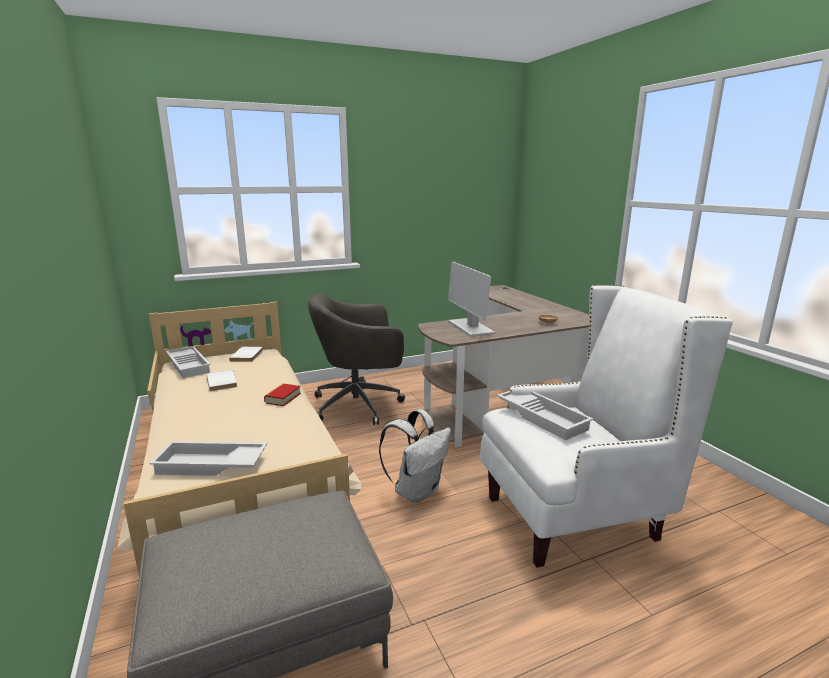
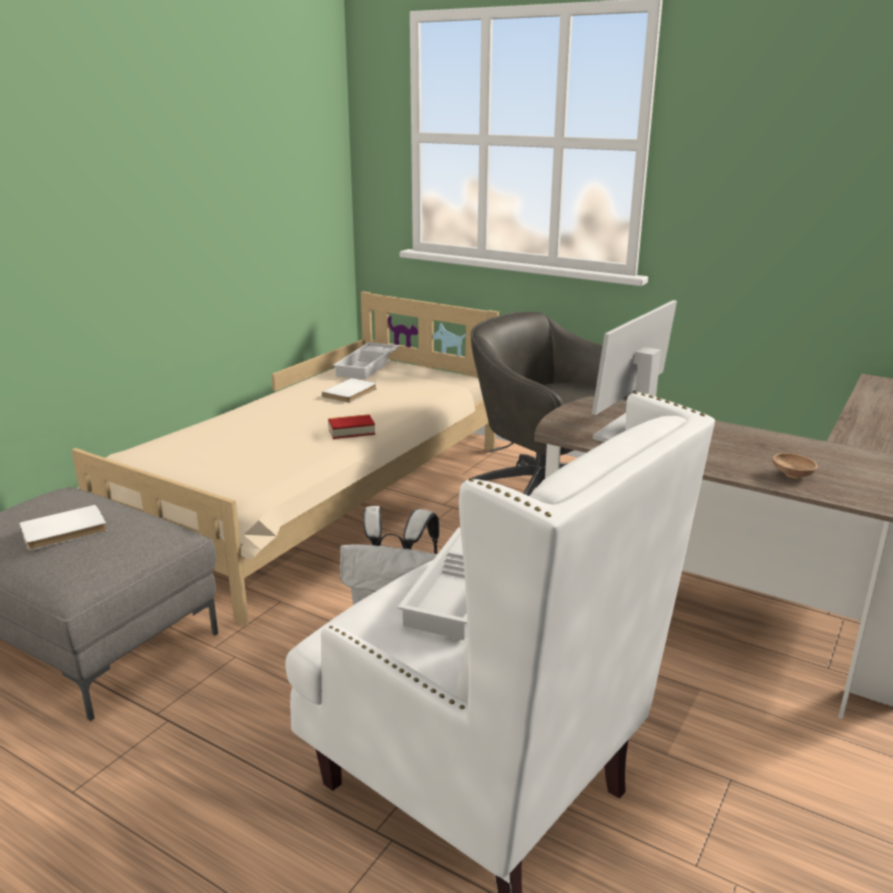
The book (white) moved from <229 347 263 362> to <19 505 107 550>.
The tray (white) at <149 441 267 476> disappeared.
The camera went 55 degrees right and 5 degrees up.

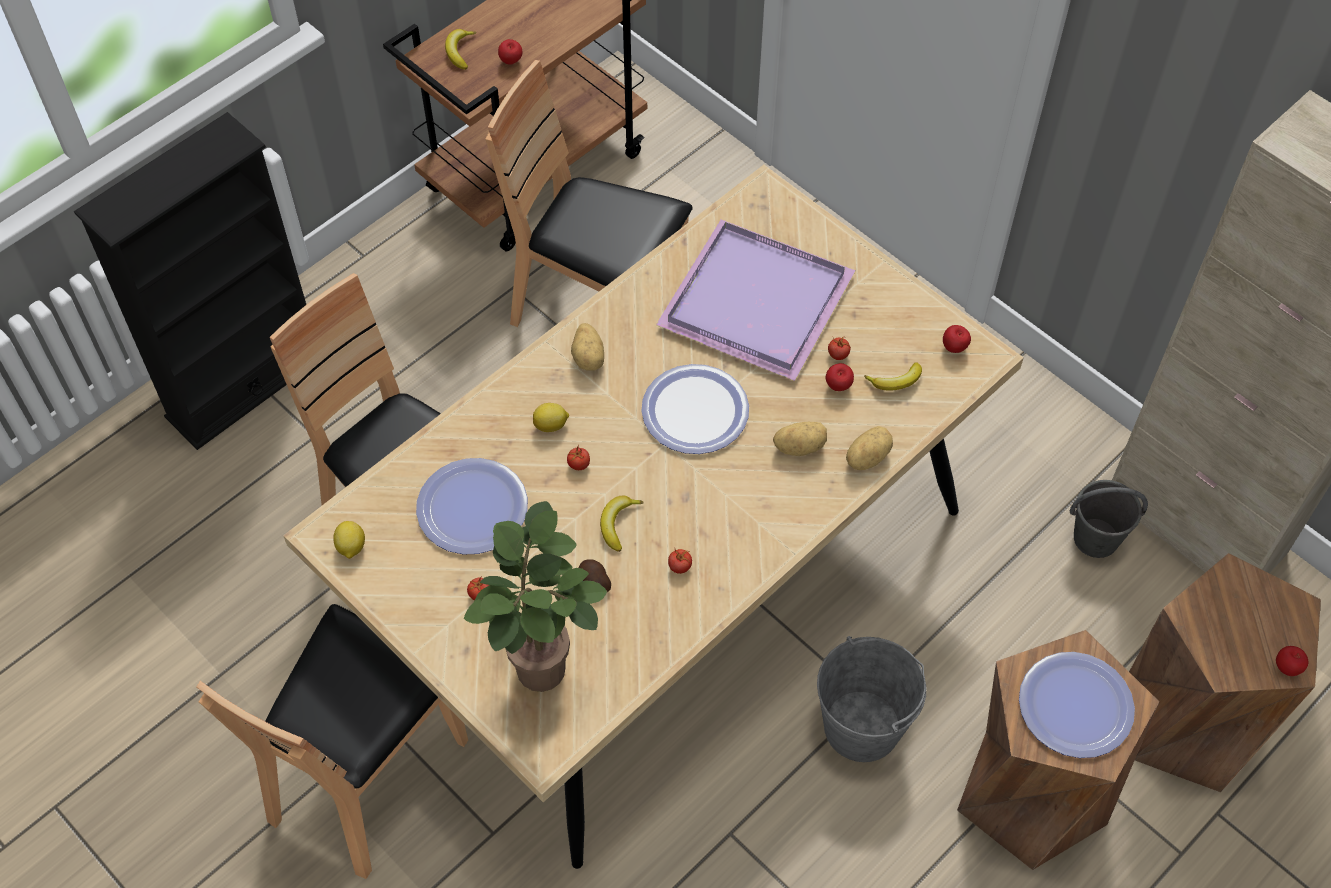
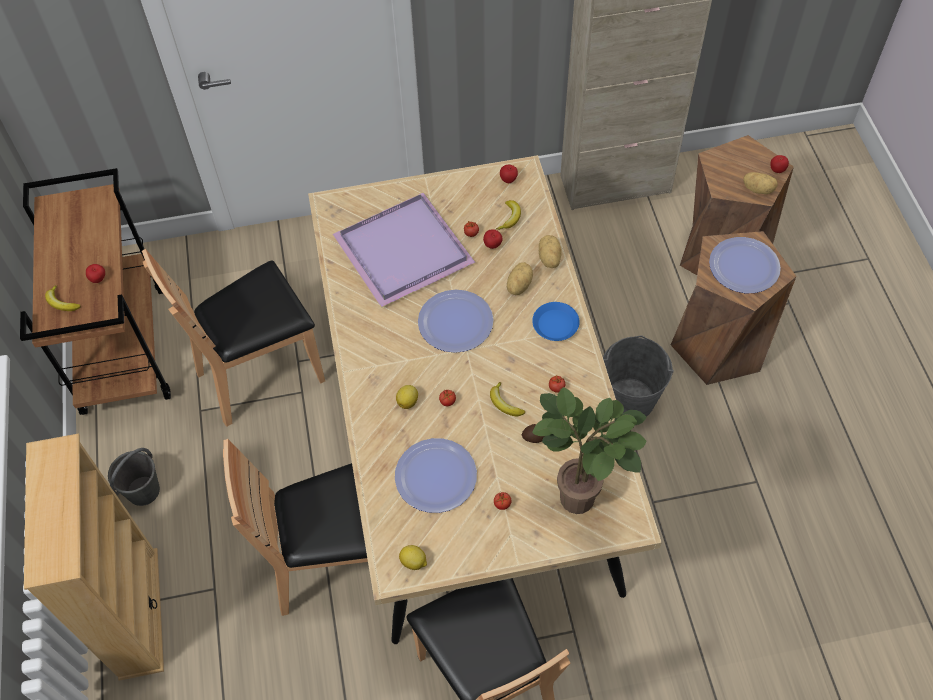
The bookcase (black) at <74 112 306 450> became the bookcase (beige) at <24 433 164 681>.
The potato moved from <571 323 604 371> to <743 172 778 194>.
The bucket (grey) moved from <1070 480 1148 558> to <108 448 160 506>.
The plate (blue) at <532 302 580 341> appeared.
The camera went 55 degrees left and 0 degrees up.

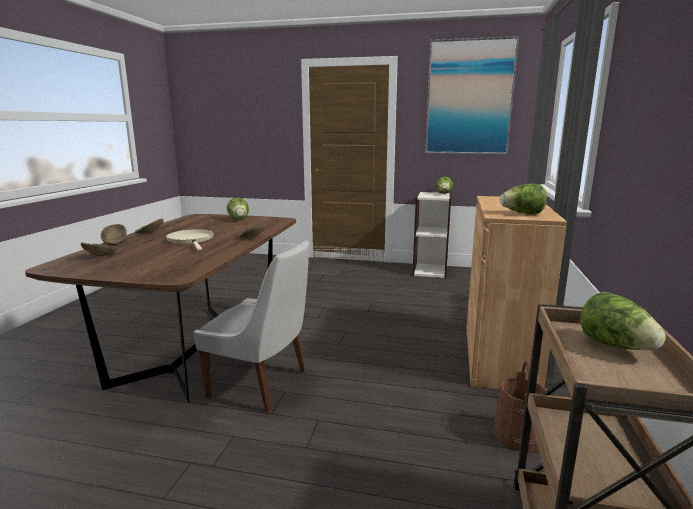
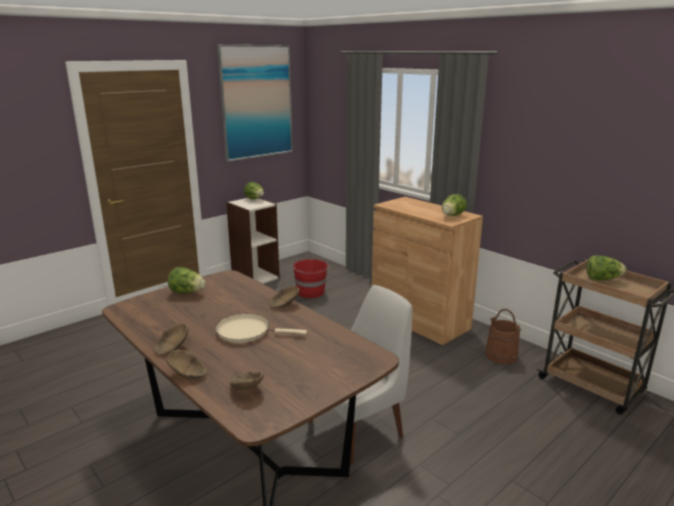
The bucket (red) at <293 259 329 298> appeared.
The camera went 55 degrees left and 5 degrees up.

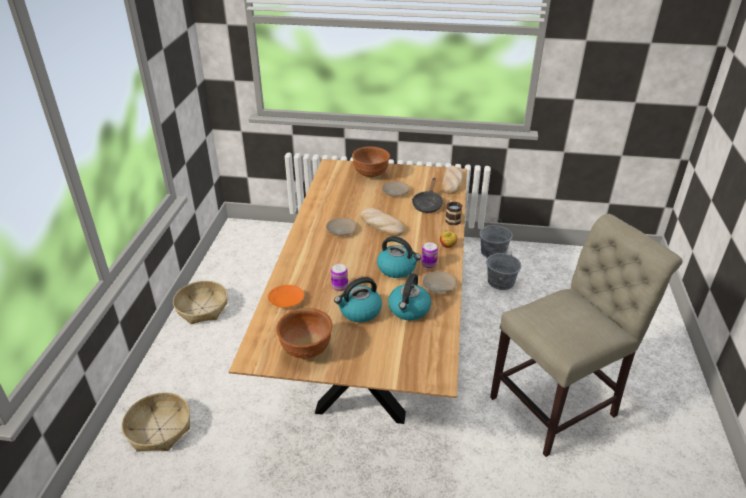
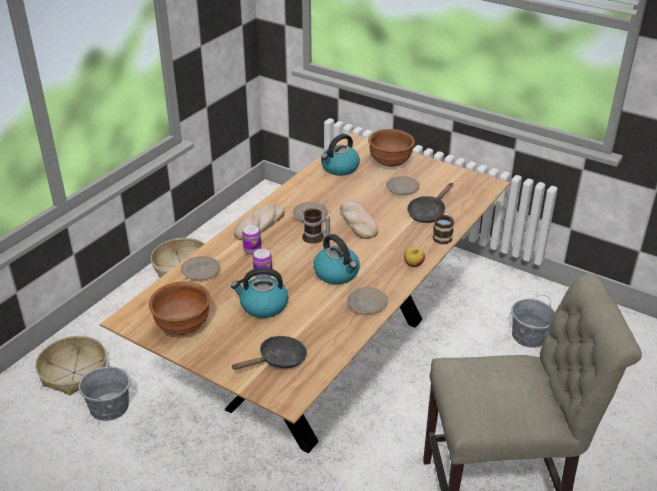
The bread moved from <442 166 463 194> to <234 203 285 240>.
The bucket (grey) moved from <479 218 513 258> to <79 359 130 421>.
The can moved from <421 242 438 269> to <242 225 261 255>.
The kettle moved from <388 273 431 320> to <321 134 360 176>.
The plate (orange) at <268 285 304 308> became the plate (beige) at <181 256 220 280>.
The mug at <302 208 330 244> appeared.
The frying pan (black) at <231 336 307 370> appeared.
The camera went 25 degrees right and 0 degrees up.

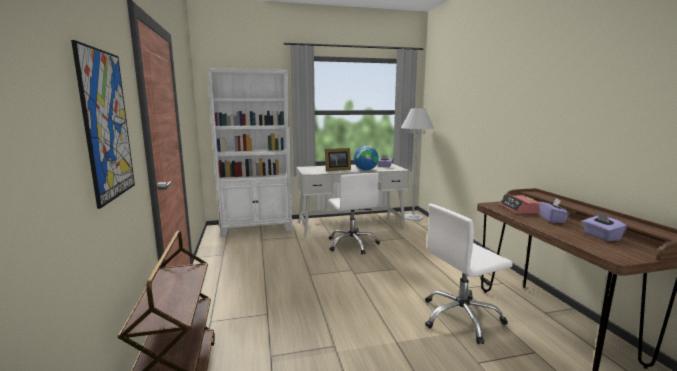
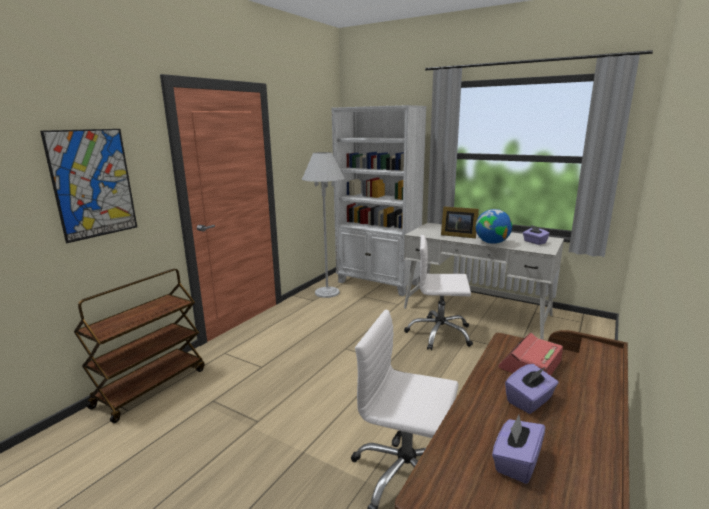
The floor lamp (white) moved from <401 108 434 221> to <302 152 345 298>.
The office chair (white) at <329 173 380 255> turned 75 degrees clockwise.
The camera went 45 degrees right and 5 degrees up.

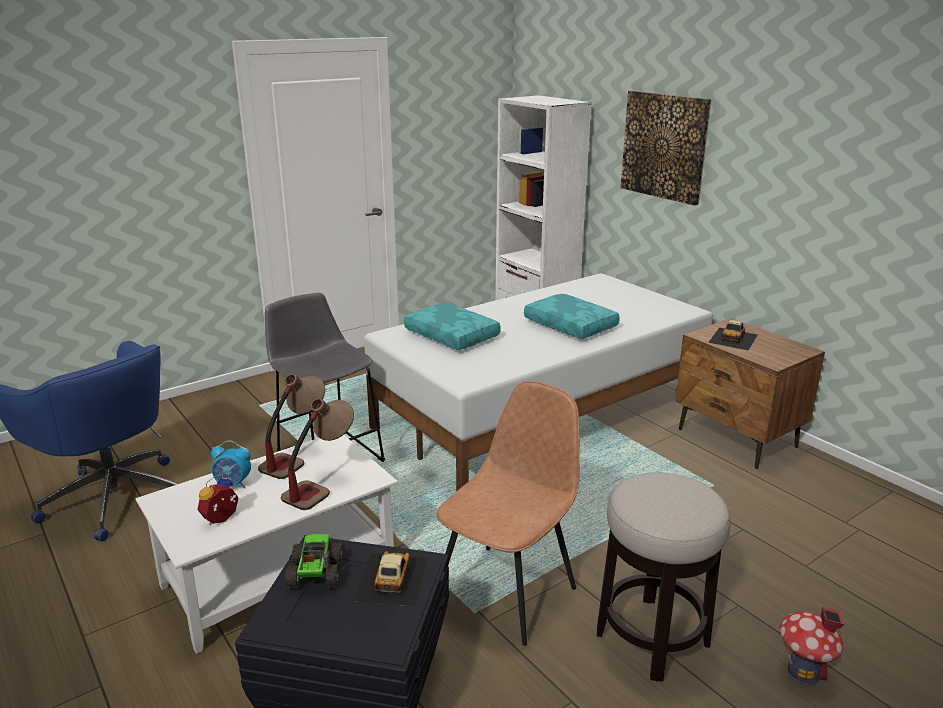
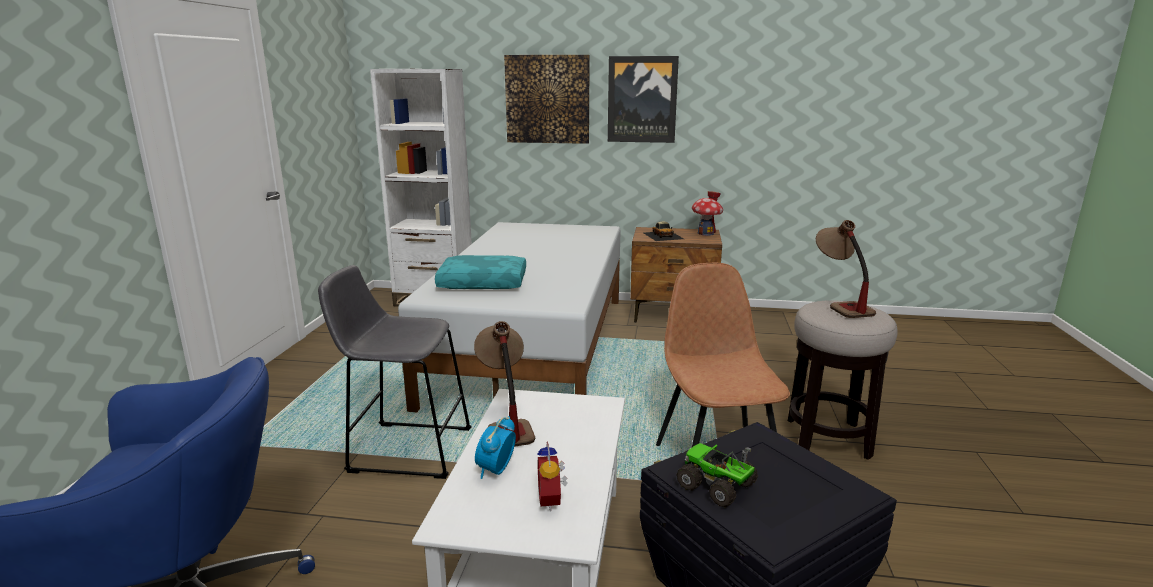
The pillow (turquoise) at <524 294 620 339> disappeared.
The table lamp moved from <281 398 354 510> to <816 220 876 318>.
The alarm clock at <211 441 251 489> turned 150 degrees clockwise.
The toy car at <353 551 428 606> disappeared.
The toy house moved from <780 607 844 686> to <692 191 723 236>.
The picture at <608 56 679 143> appeared.
The camera went 45 degrees left and 5 degrees down.

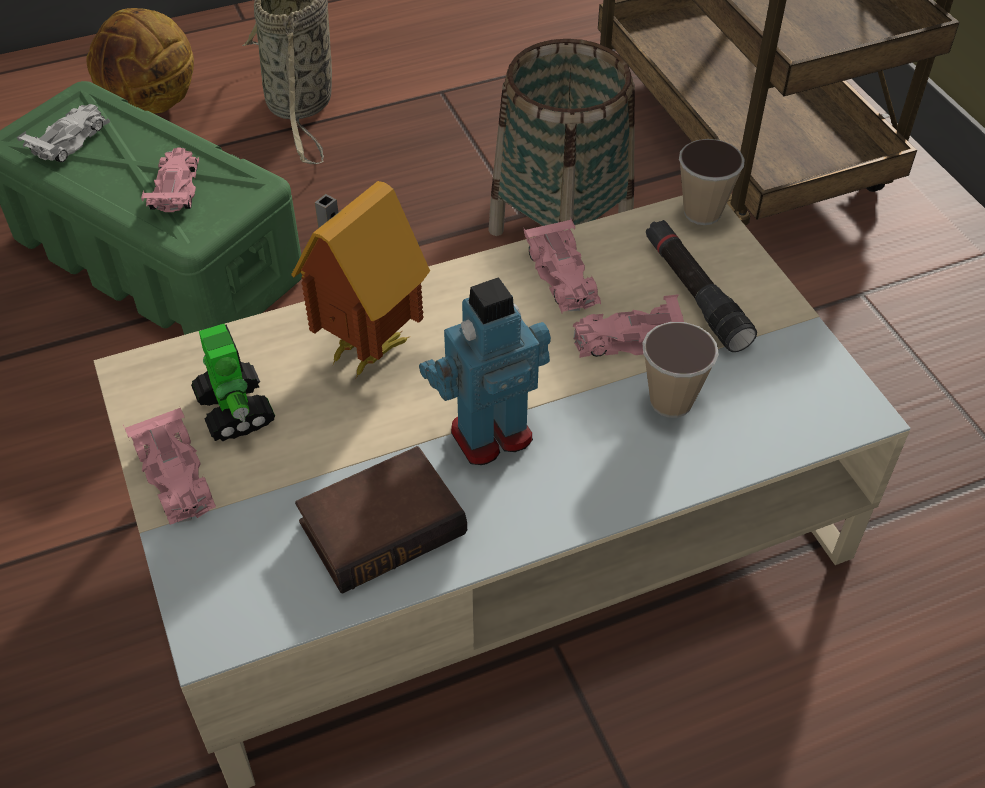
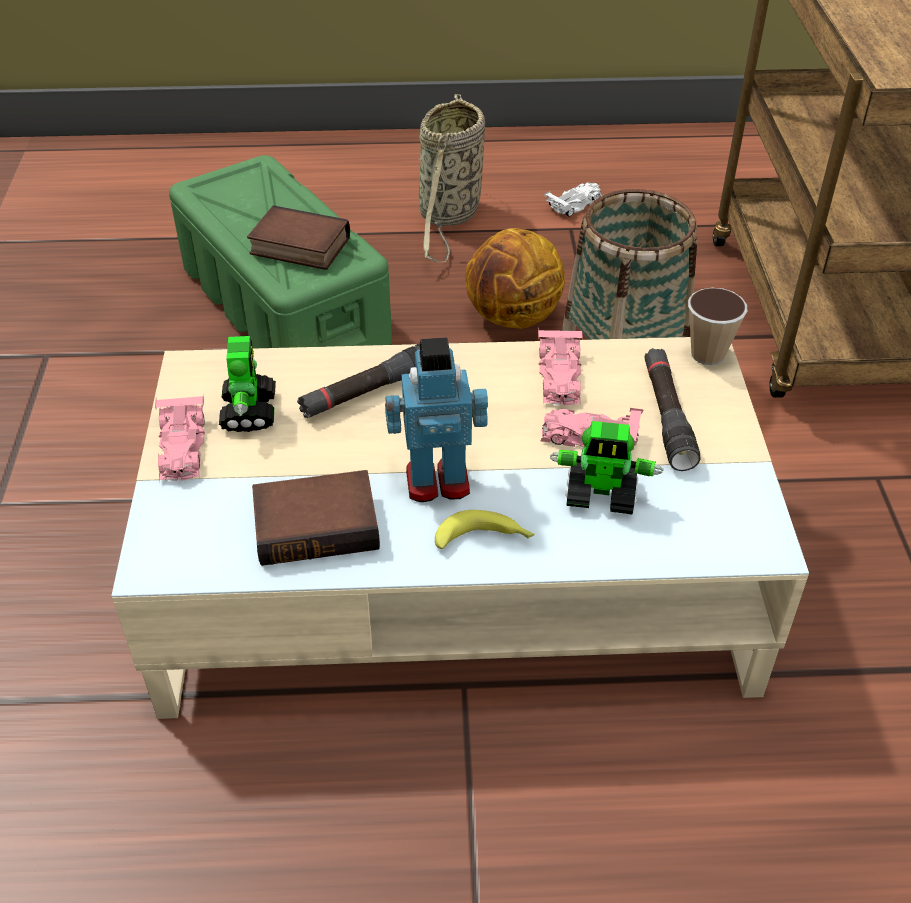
The basketball moved from <86 8 194 113> to <465 228 565 329>.
The toy car (white) moved from <17 104 110 162> to <545 182 603 217>.
The toy car (pink) at <141 147 199 212> was replaced by the book at <247 205 350 270>.
The toy house at <291 181 430 378> was replaced by the flashlight (black) at <297 343 420 418>.
The cup at <642 322 719 418> was replaced by the toy robot at <550 421 664 515>.
The banana at <435 510 535 549> appeared.
The camera went 20 degrees right and 5 degrees down.

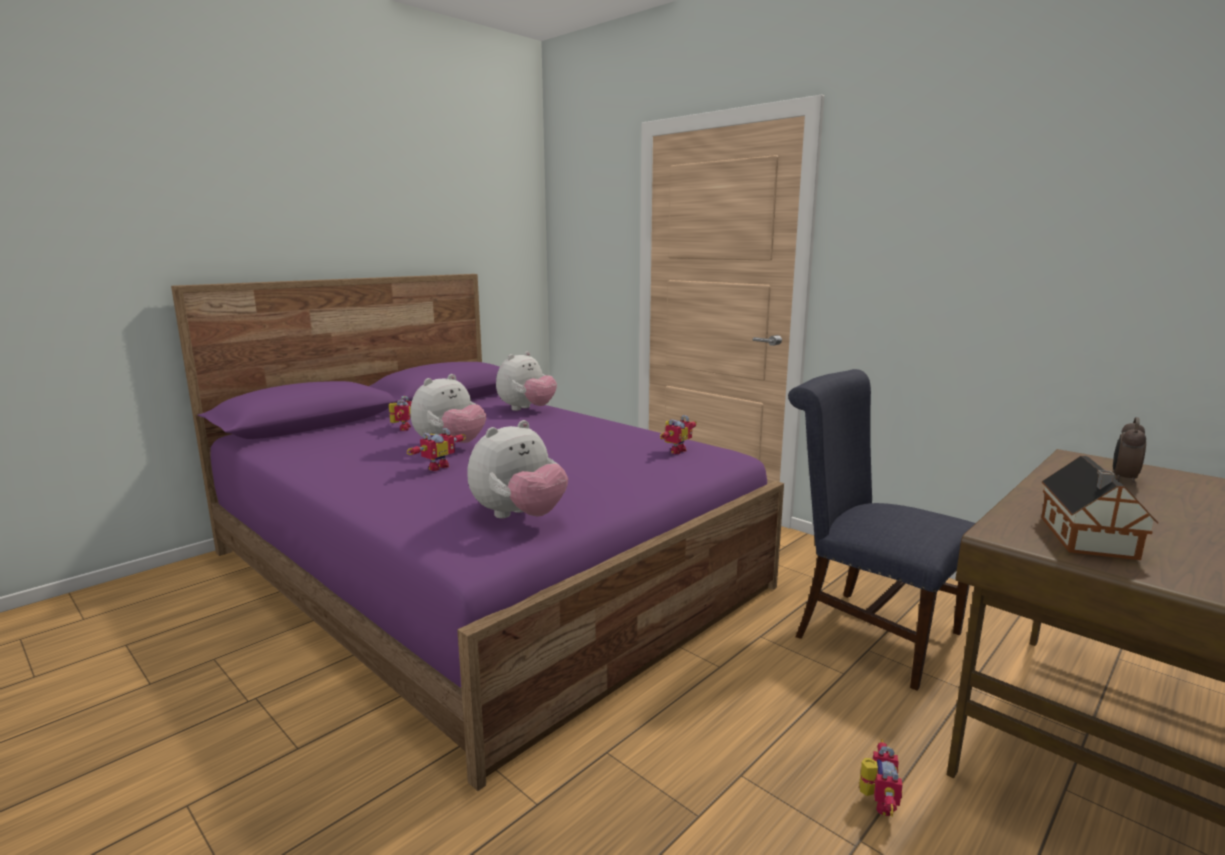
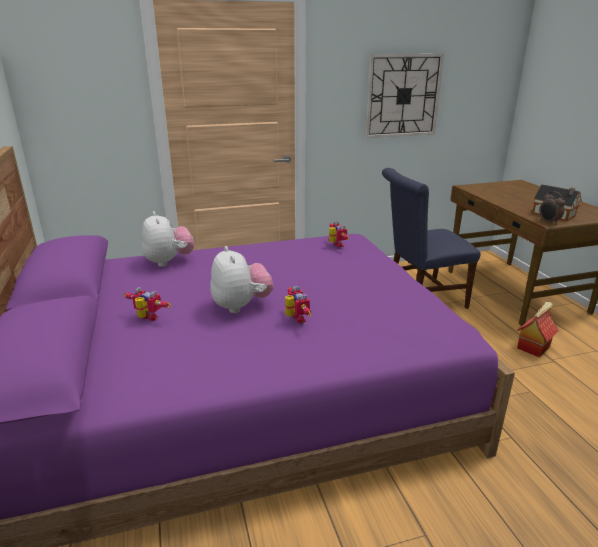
The alarm clock moved from <1113 417 1146 483> to <539 191 565 225>.
The plush toy at <467 420 568 519> disappeared.
The toy robot at <859 739 903 817> was replaced by the toy house at <517 302 558 358>.
The wall clock at <365 54 444 138> appeared.
The camera went 60 degrees left and 10 degrees up.

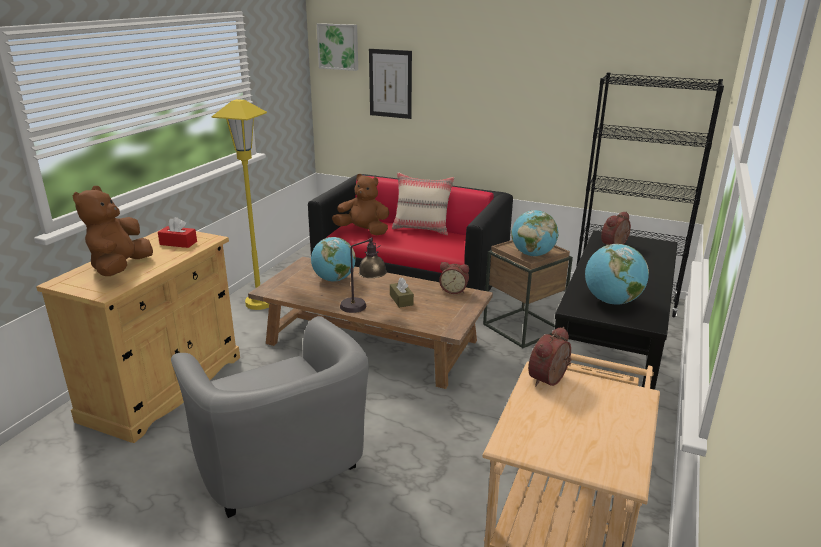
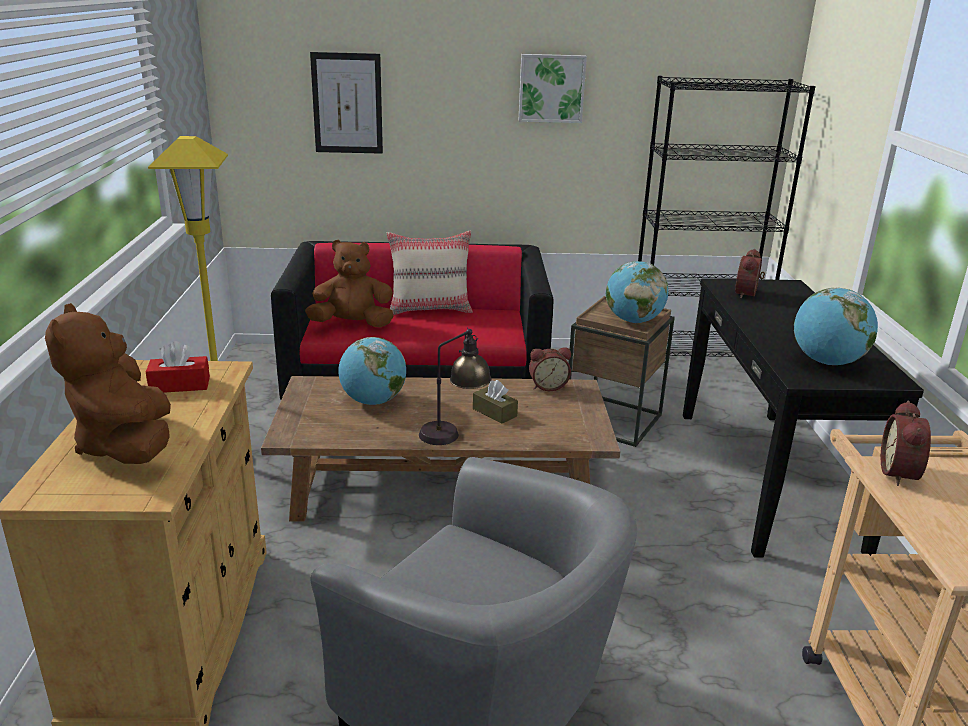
The picture moved from <317 23 358 71> to <519 54 587 123>.
The camera went 25 degrees left and 0 degrees up.

